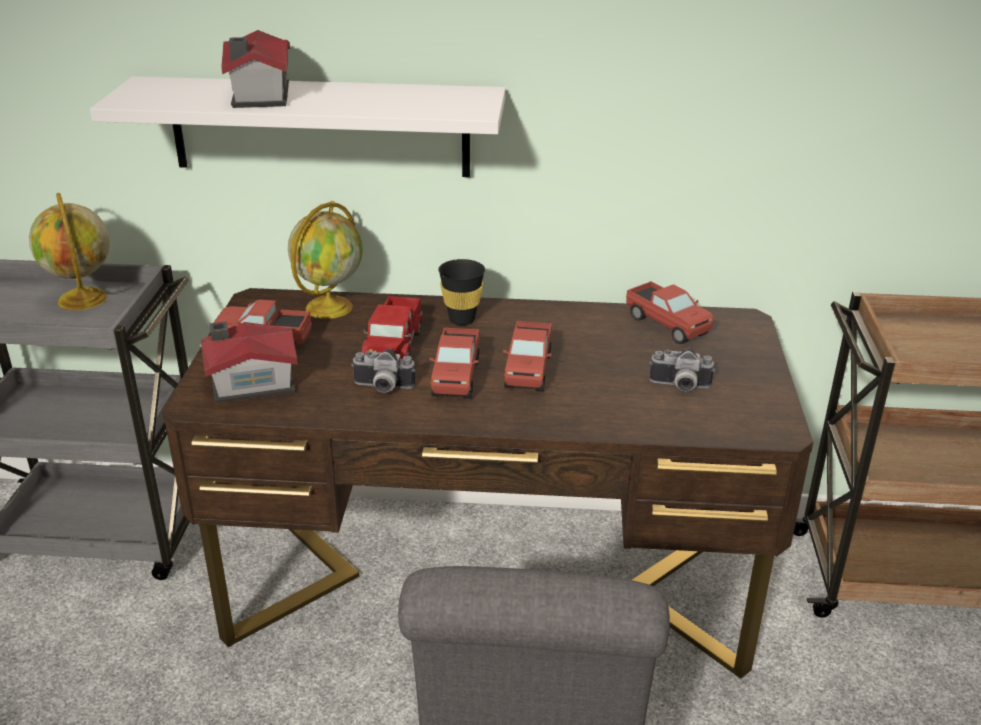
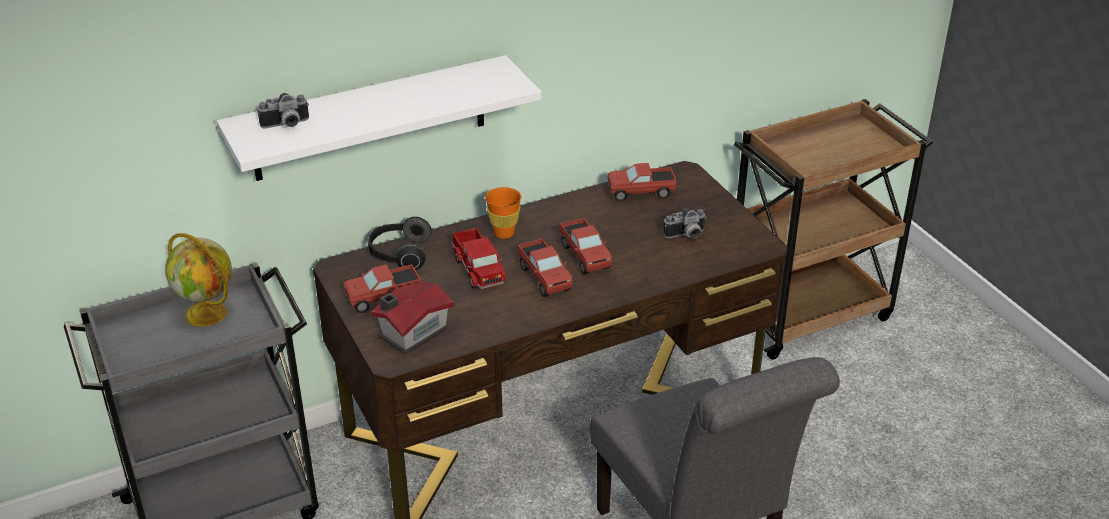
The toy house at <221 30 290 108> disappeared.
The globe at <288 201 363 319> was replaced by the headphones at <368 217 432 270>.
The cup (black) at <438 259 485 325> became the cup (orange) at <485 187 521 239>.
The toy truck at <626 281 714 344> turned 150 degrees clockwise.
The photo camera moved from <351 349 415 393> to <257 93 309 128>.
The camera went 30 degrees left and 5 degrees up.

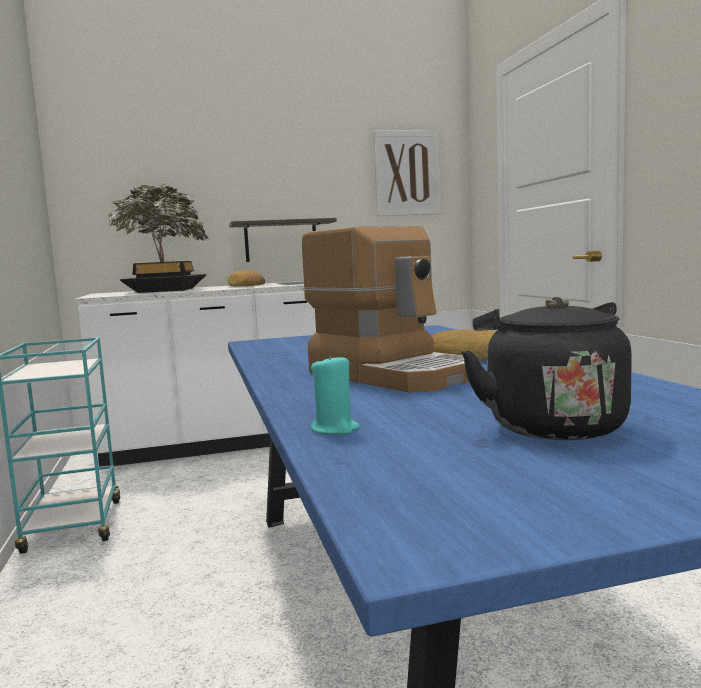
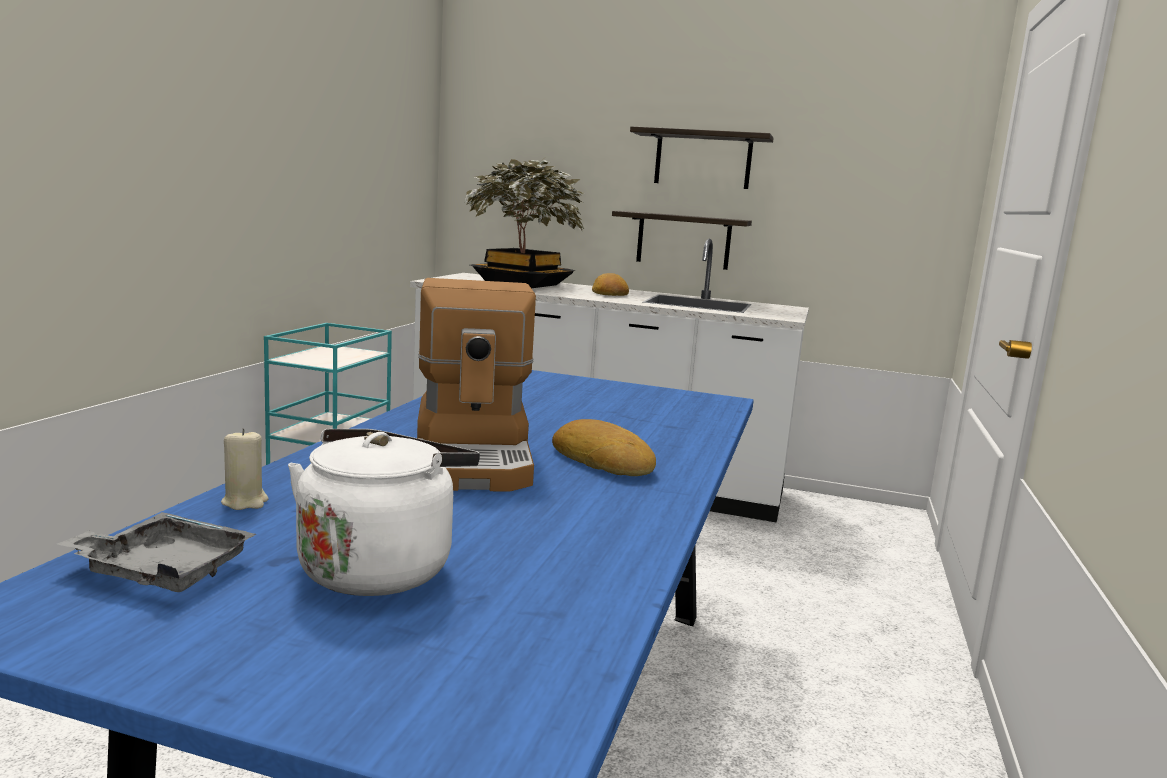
The picture at <373 131 441 216> disappeared.
The kettle (black) at <461 297 632 440> became the kettle (white) at <288 429 480 596>.
The candle (turquoise) at <310 353 360 435> became the candle (beige) at <221 428 269 510>.
The shelf at <630 126 774 189> appeared.
The tray (grey) at <57 512 256 592> appeared.
The camera went 30 degrees right and 5 degrees up.

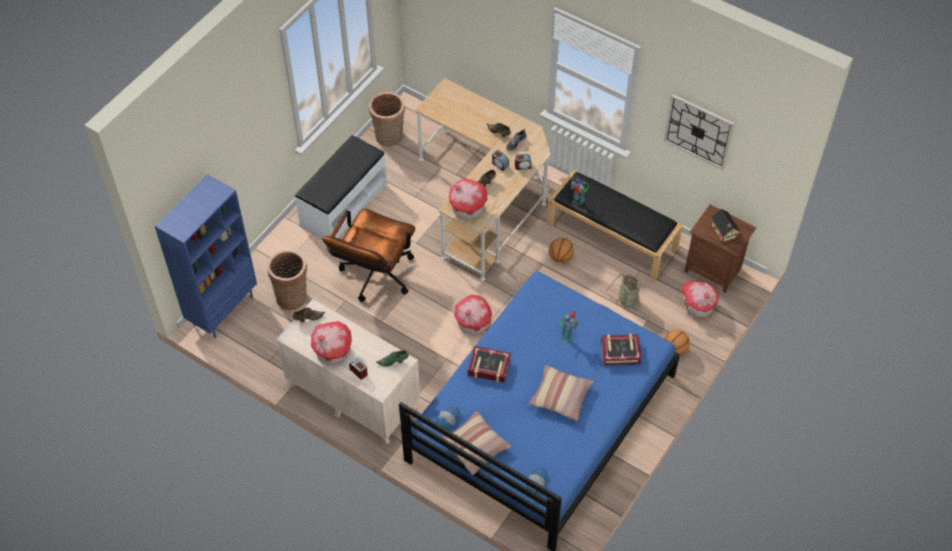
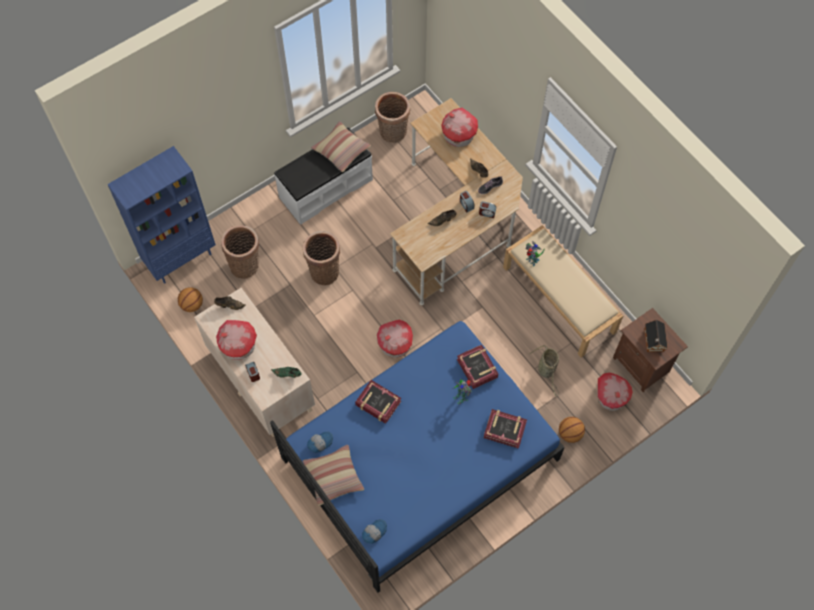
The wall clock at <664 94 734 170> disappeared.
The bench (black) at <547 170 683 281> became the bench (beige) at <503 225 623 358>.
The toy house moved from <449 178 488 219> to <441 108 478 147>.
The office chair (brown) at <322 208 415 302> was replaced by the basket at <303 231 340 285>.
The basketball moved from <549 238 574 263> to <178 287 203 312>.
The pillow moved from <529 365 594 421> to <311 121 371 172>.
The book at <457 345 498 389> appeared.
The camera went 20 degrees right and 10 degrees up.

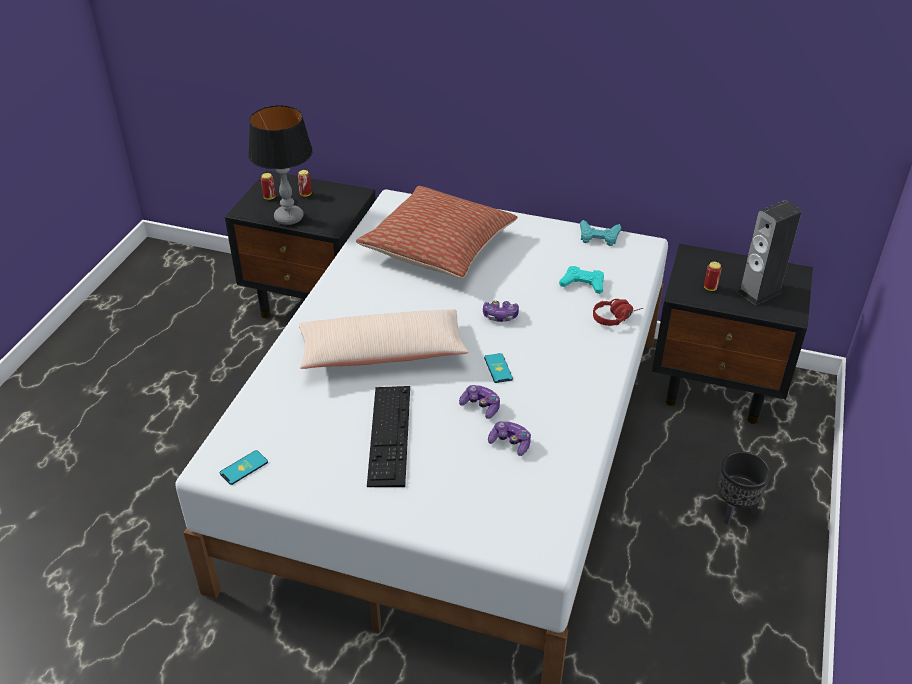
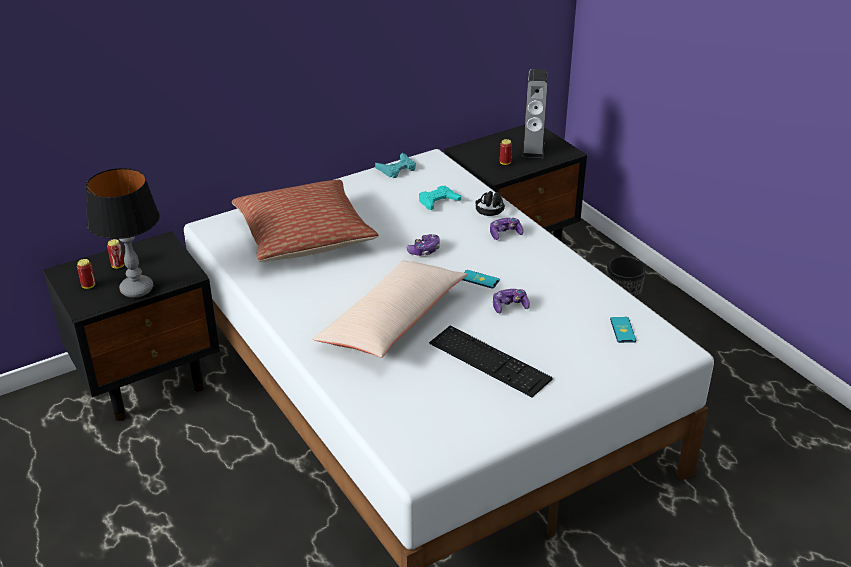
The headphones (red) at <593 299 643 326> became the headphones (black) at <476 191 505 216>.
The game controller moved from <488 421 531 456> to <490 218 524 240>.
The phone moved from <220 450 268 485> to <610 317 636 343>.
The camera went 50 degrees left and 5 degrees down.

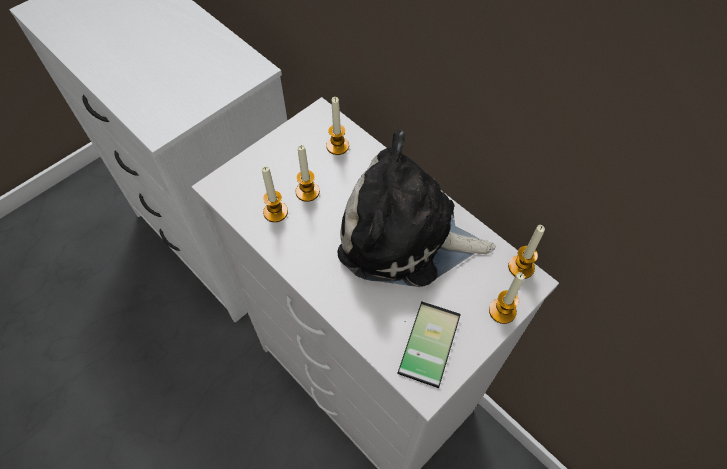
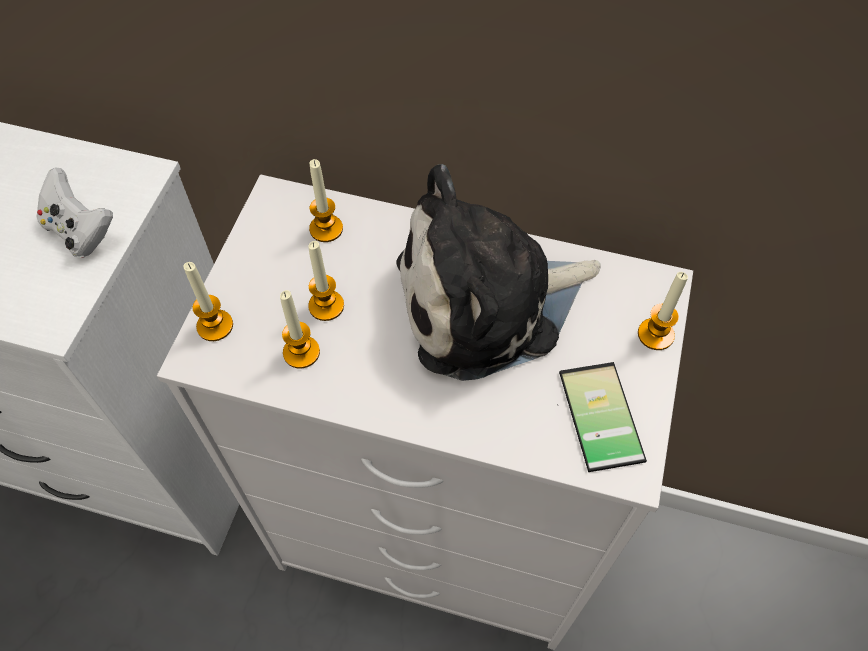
The candle moved from <508 225 545 279> to <183 262 233 341>.
The game controller (white) at <37 167 113 258> appeared.
The camera went 30 degrees left and 0 degrees up.

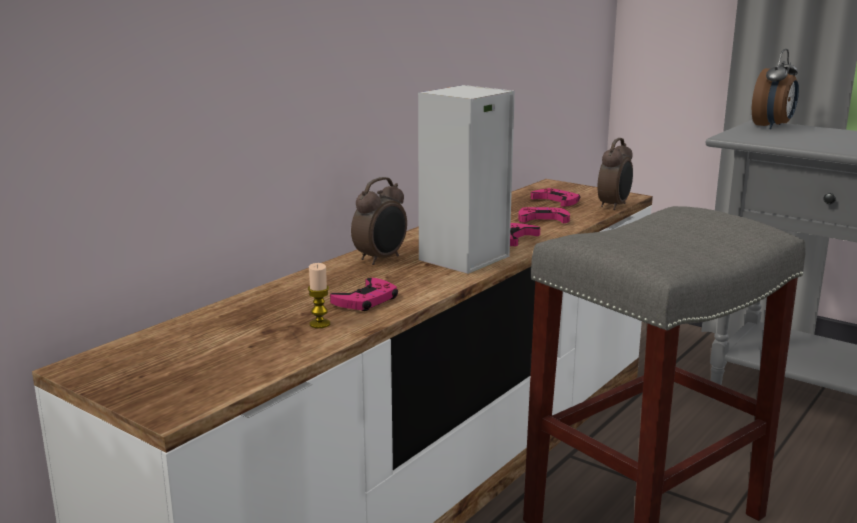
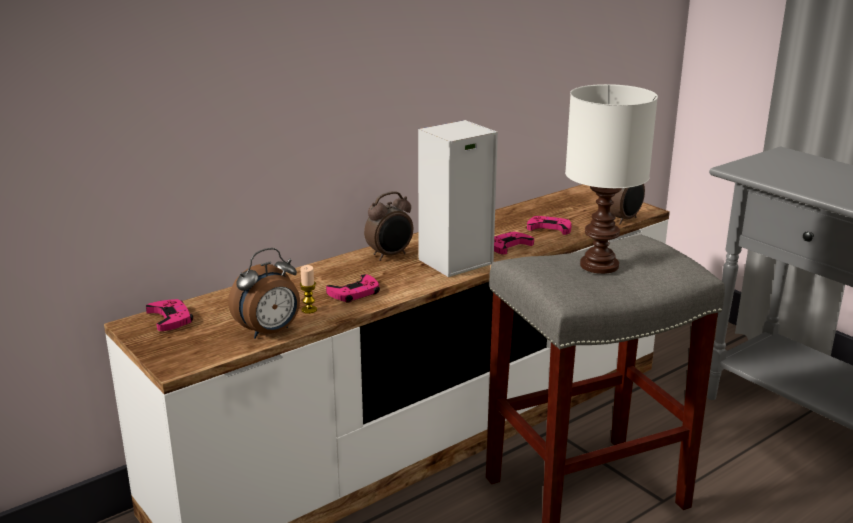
The alarm clock moved from <752 49 799 129> to <228 248 300 339>.
The game controller (pink) moved from <531 188 580 207> to <146 299 193 331>.
The table lamp (white) at <565 84 658 274> appeared.
The camera went 15 degrees right and 5 degrees up.

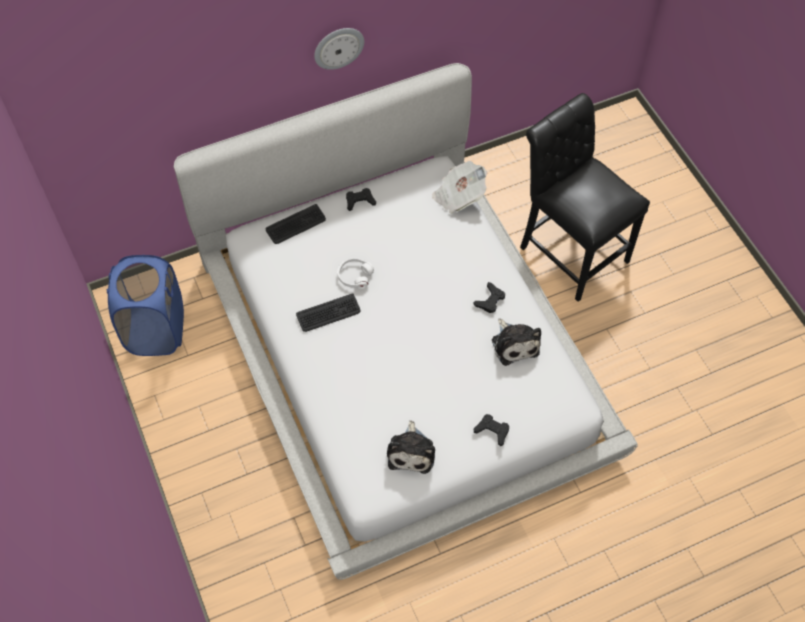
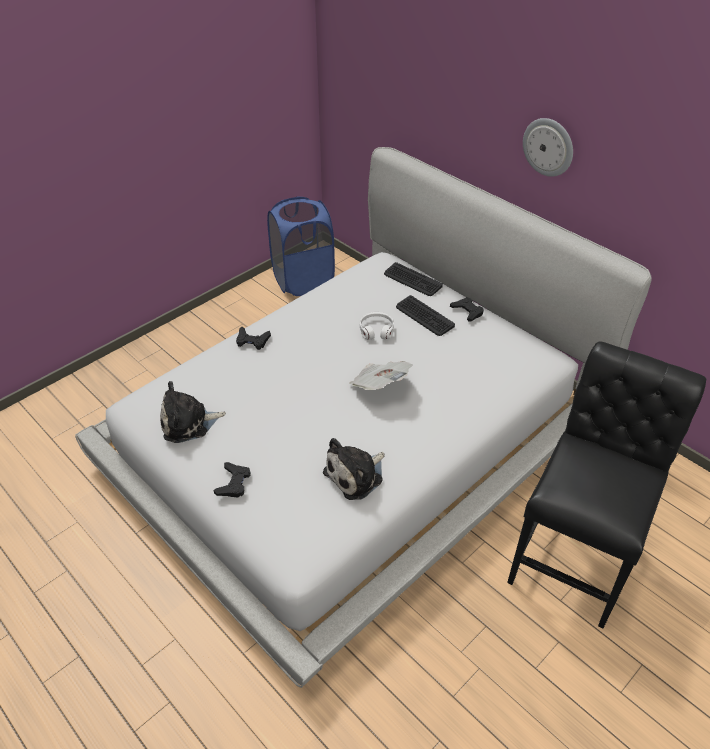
The newspaper moved from <432 161 488 214> to <349 361 413 390>.
The game controller (black) moved from <474 282 505 313> to <236 327 271 350>.
The keyboard moved from <296 293 360 332> to <396 295 455 336>.
The camera went 70 degrees right and 15 degrees down.

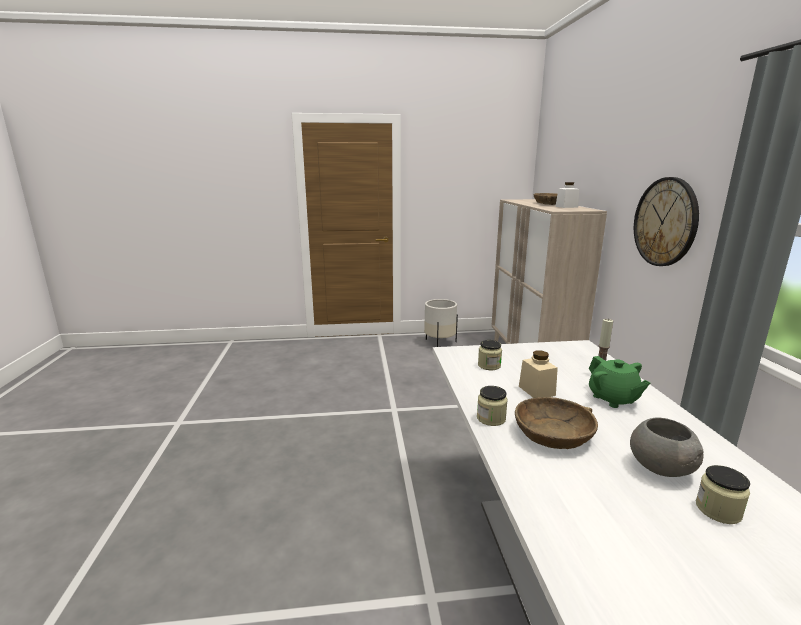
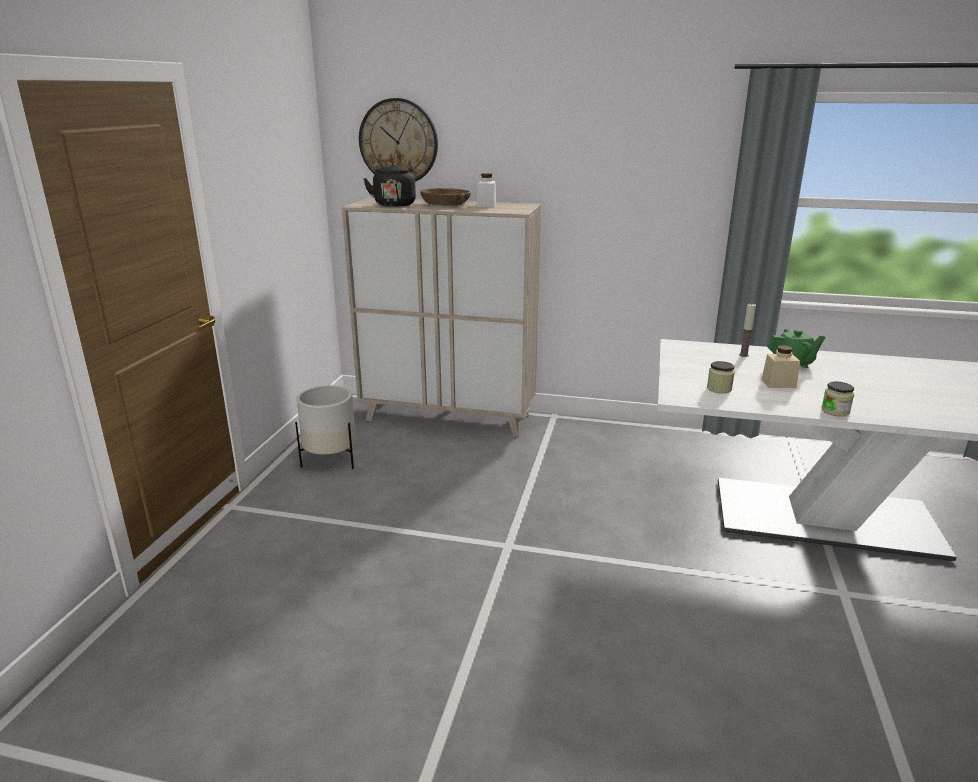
The wall clock moved from <634 177 699 266> to <359 98 438 182>.
The bowl (brown) at <515 397 598 449> disappeared.
The bowl (grey) at <630 417 704 477> disappeared.
The jar at <696 465 750 524> disappeared.
The kettle (black) at <363 163 416 207> appeared.
The camera went 70 degrees left and 5 degrees up.

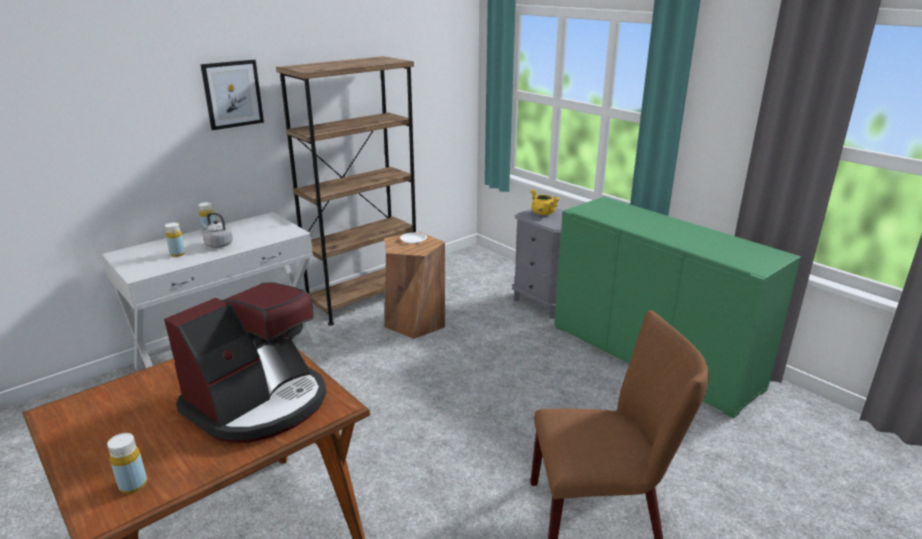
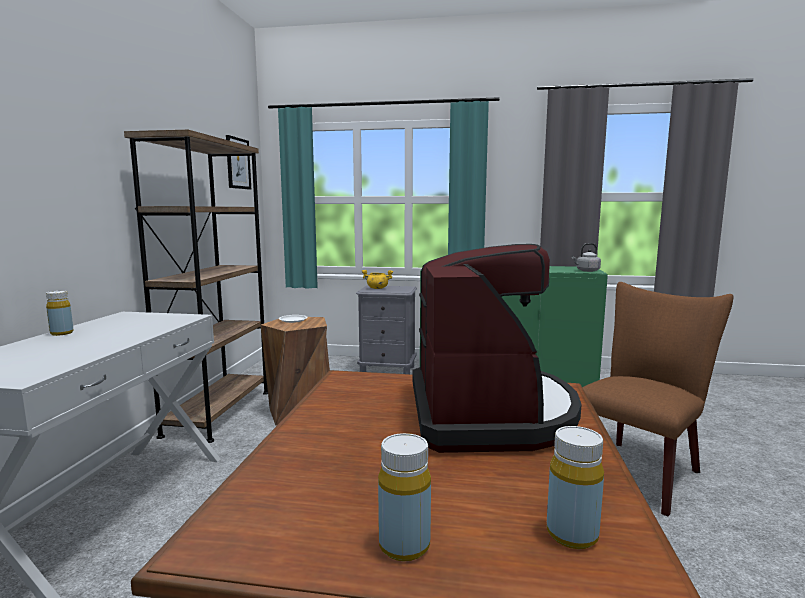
The picture moved from <200 60 264 130> to <226 135 251 190>.
The kettle (grey) moved from <201 212 233 248> to <572 243 601 272>.
The bottle (yellow) moved from <165 222 186 257> to <378 433 431 562>.
The camera went 40 degrees left and 15 degrees down.

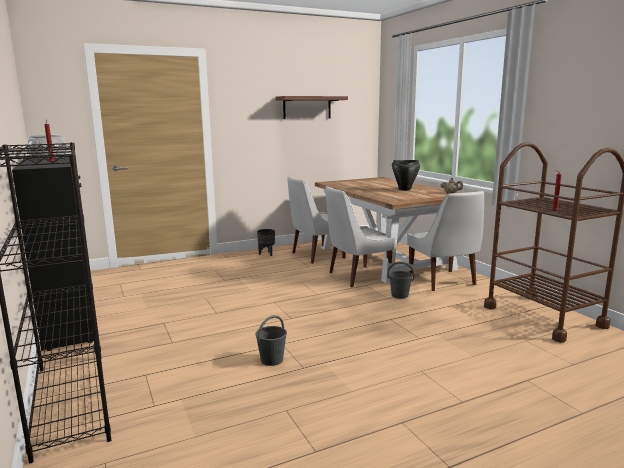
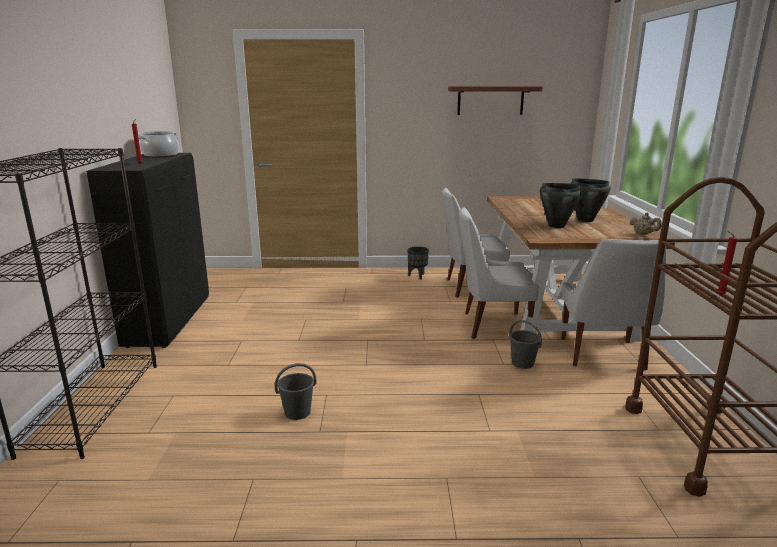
The cooking pot (black) at <540 183 582 228> appeared.
The camera went 25 degrees right and 5 degrees up.

